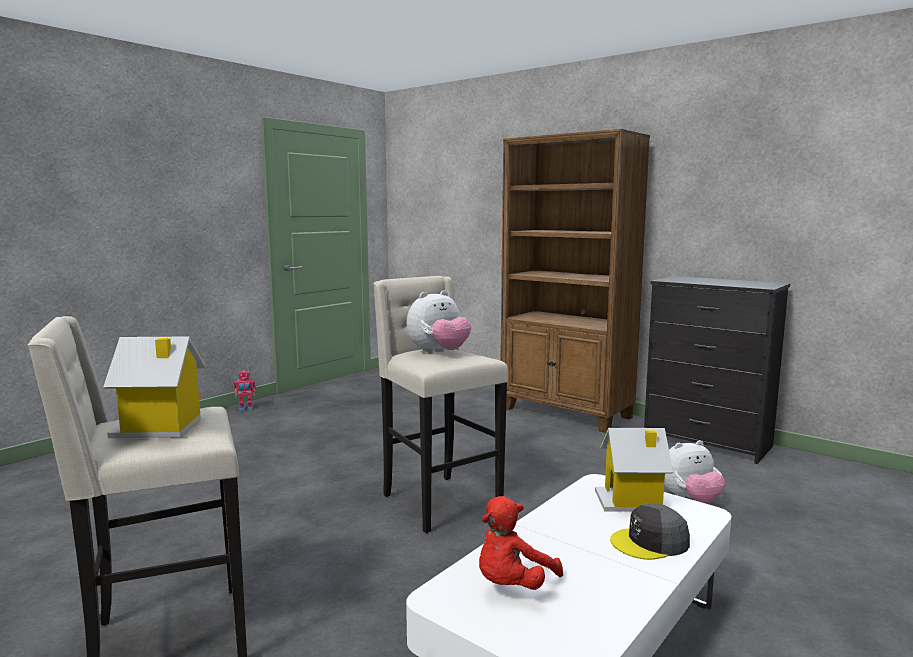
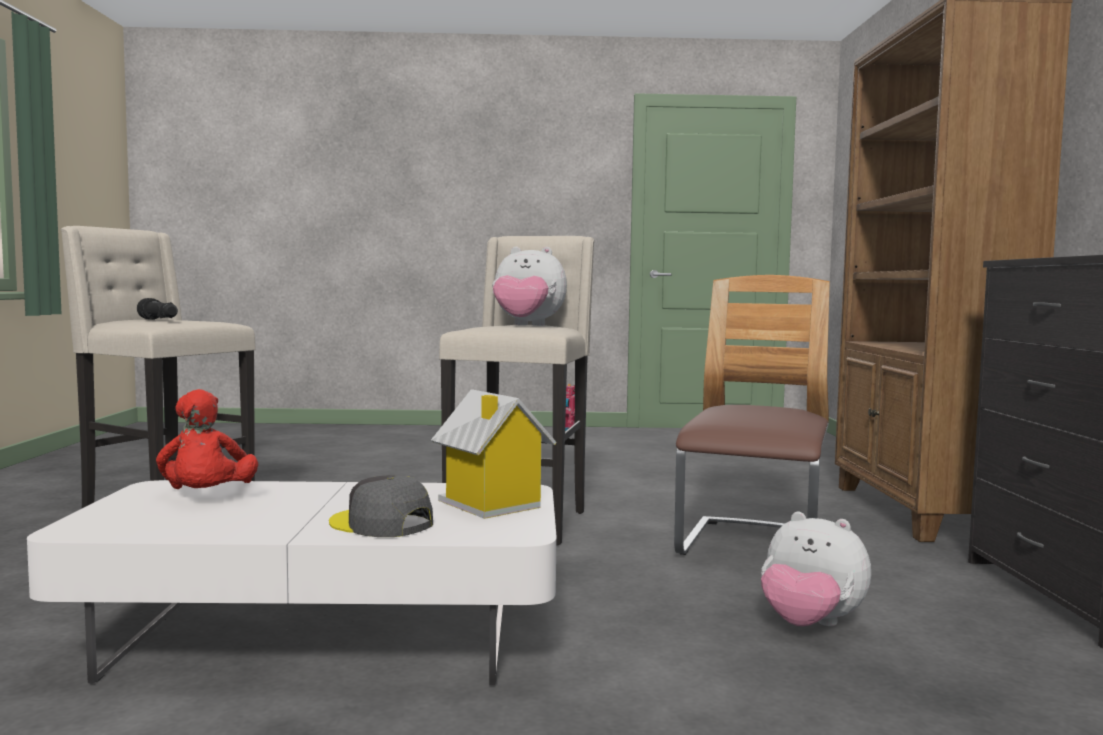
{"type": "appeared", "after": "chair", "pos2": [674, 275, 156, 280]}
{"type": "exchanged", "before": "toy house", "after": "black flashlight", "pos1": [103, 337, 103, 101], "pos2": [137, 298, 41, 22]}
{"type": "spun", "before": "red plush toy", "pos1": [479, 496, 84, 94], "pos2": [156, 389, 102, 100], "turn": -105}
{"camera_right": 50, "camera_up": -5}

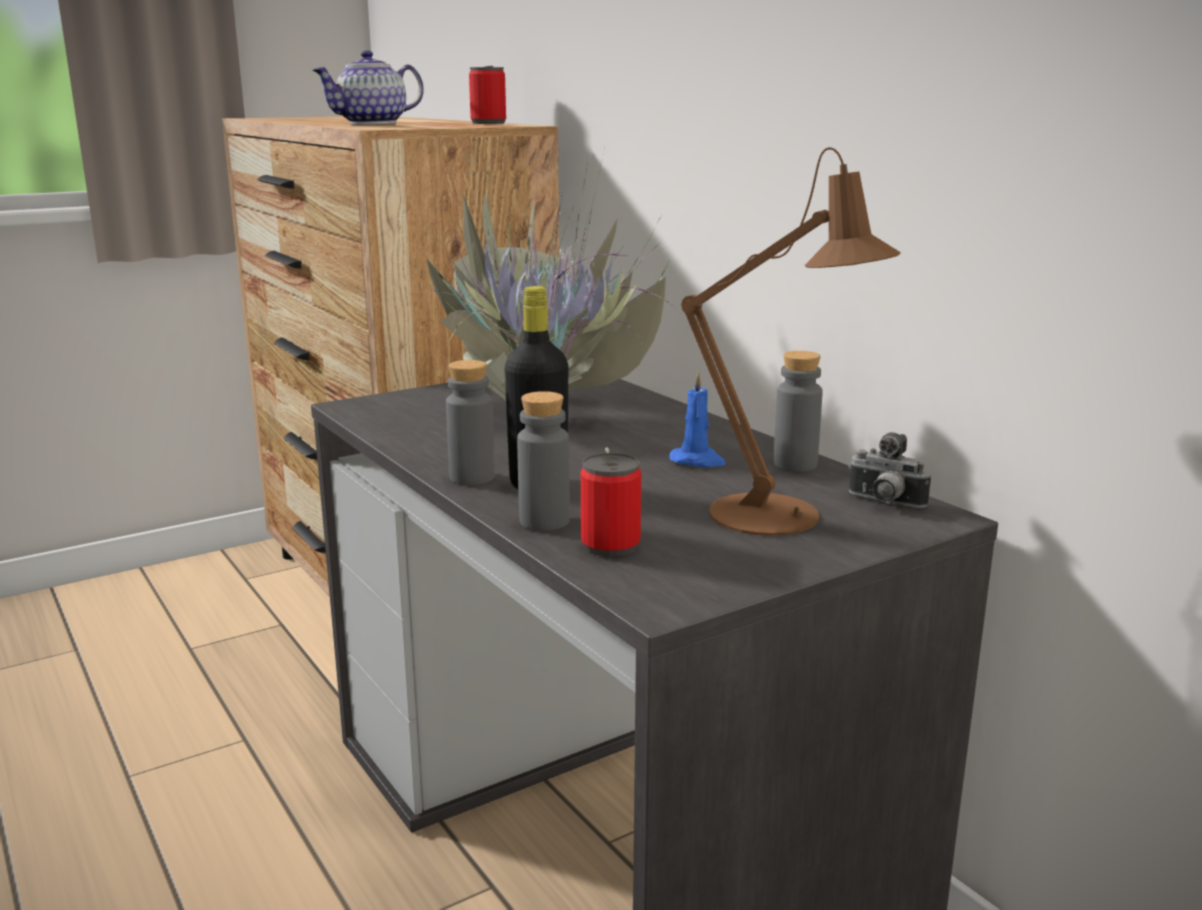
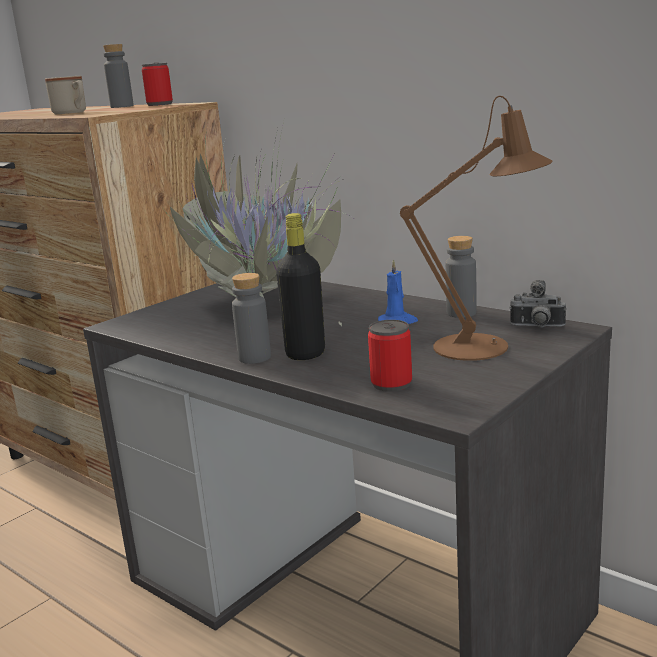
{"type": "relocated", "before": "grey bottle", "pos1": [517, 391, 53, 140], "pos2": [103, 44, 31, 64]}
{"type": "exchanged", "before": "teapot", "after": "beige mug", "pos1": [312, 51, 112, 73], "pos2": [45, 76, 41, 38]}
{"camera_right": -15, "camera_up": 0}

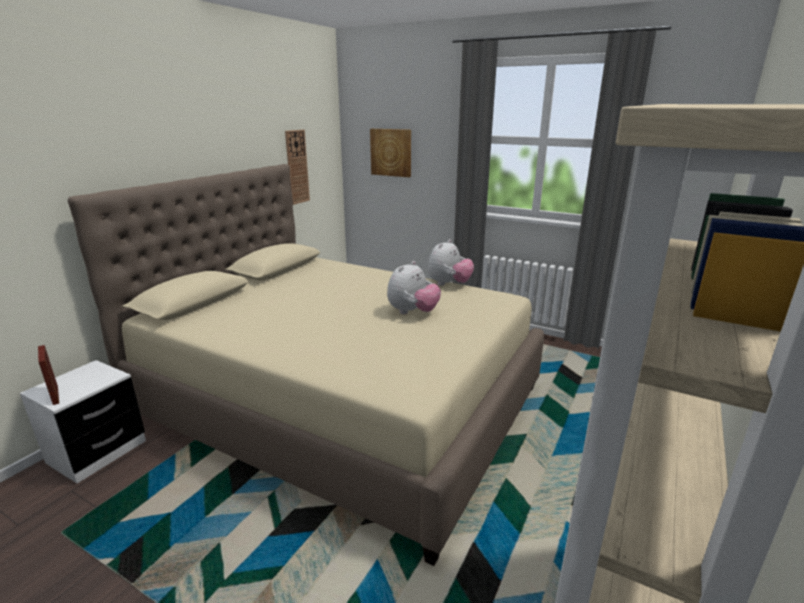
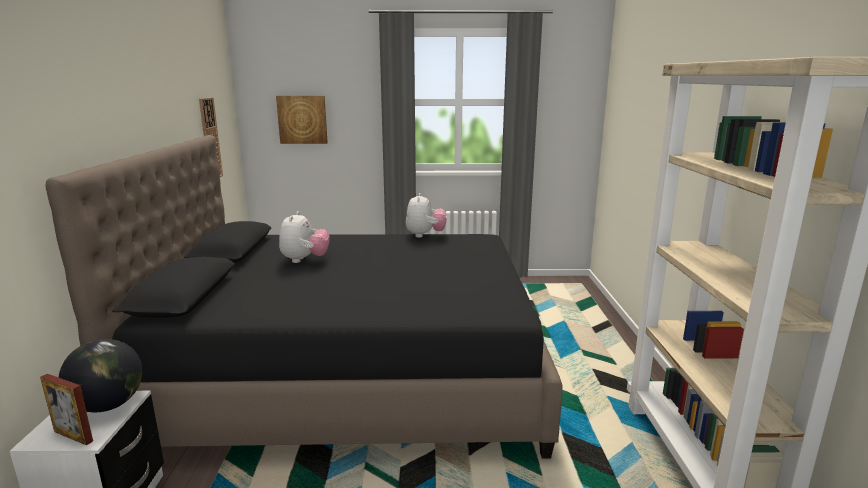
{"type": "appeared", "after": "globe", "pos2": [59, 339, 84, 73]}
{"type": "relocated", "before": "plush toy", "pos1": [387, 261, 54, 53], "pos2": [279, 211, 51, 52]}
{"type": "colour", "before": "beige bed", "after": "black bed", "pos1": [68, 164, 476, 402], "pos2": [46, 135, 517, 324]}
{"camera_right": -30, "camera_up": -5}

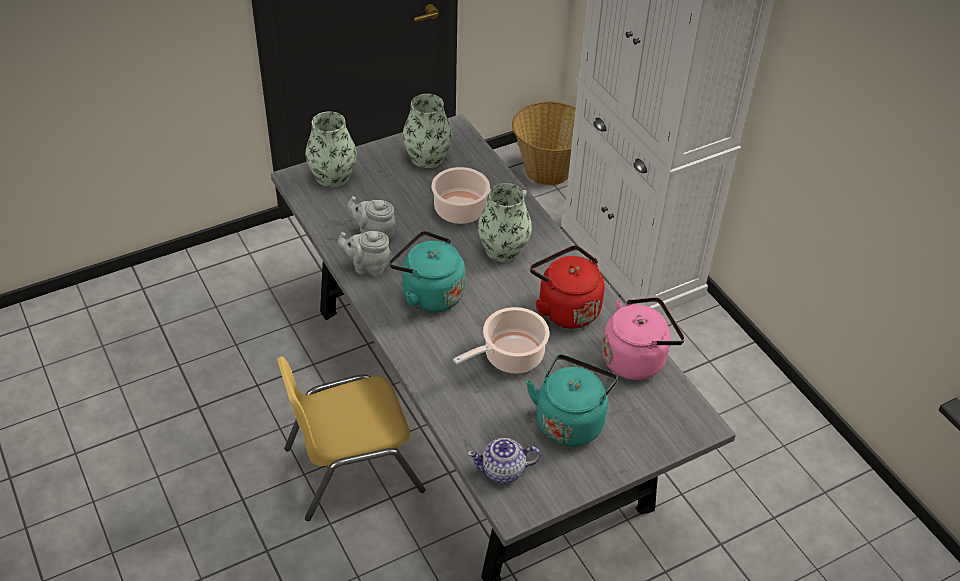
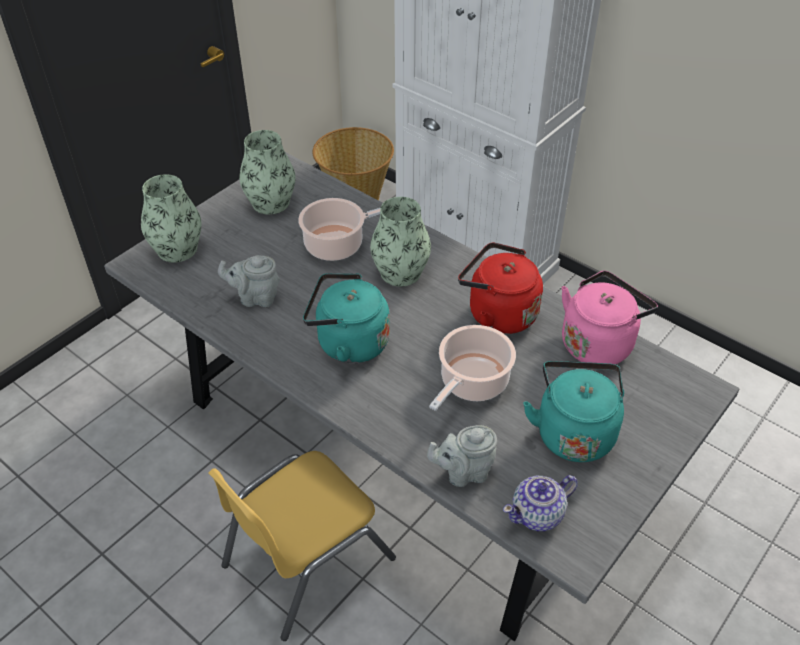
{"type": "relocated", "before": "grey teapot", "pos1": [338, 231, 53, 46], "pos2": [427, 425, 70, 62]}
{"camera_right": -20, "camera_up": 0}

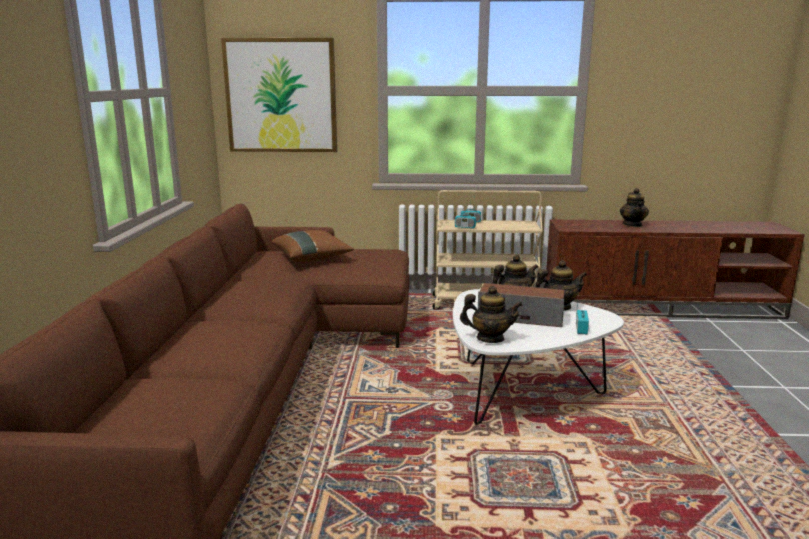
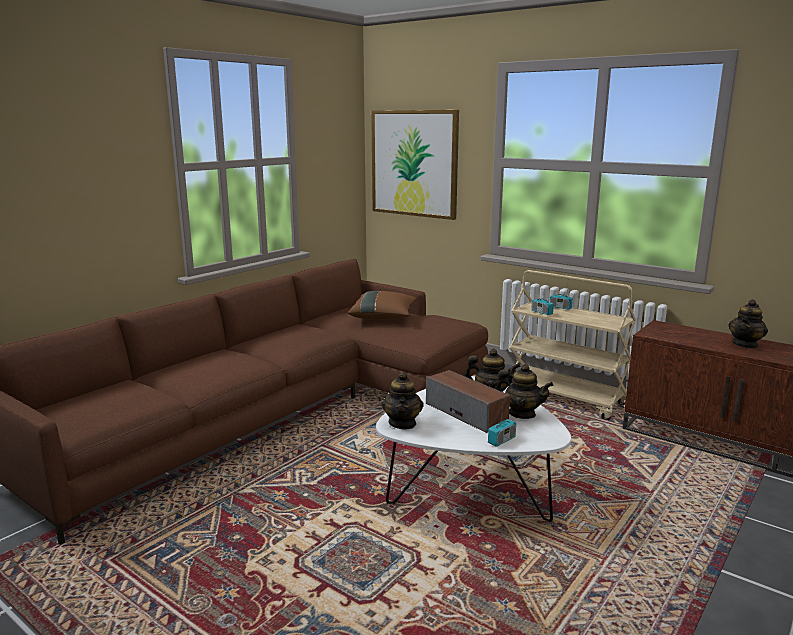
{"type": "spun", "before": "teapot", "pos1": [460, 286, 63, 57], "pos2": [382, 372, 42, 57], "turn": 45}
{"camera_right": 35, "camera_up": 0}

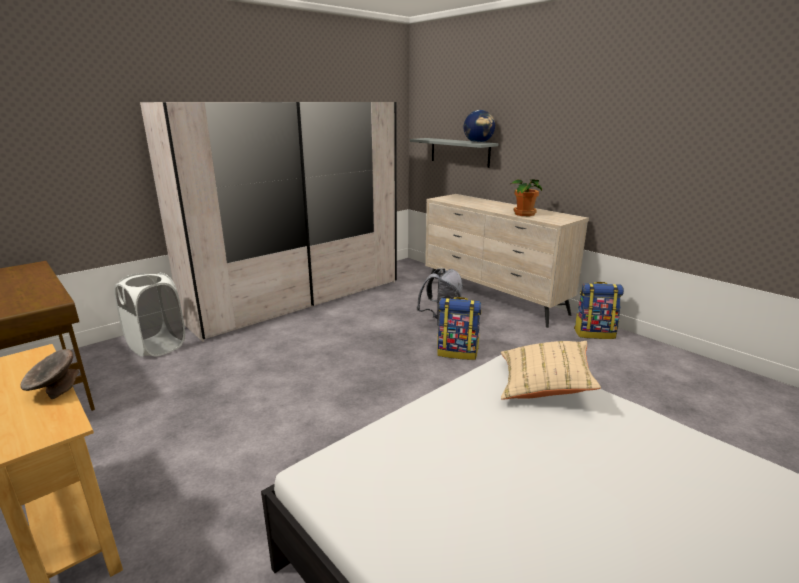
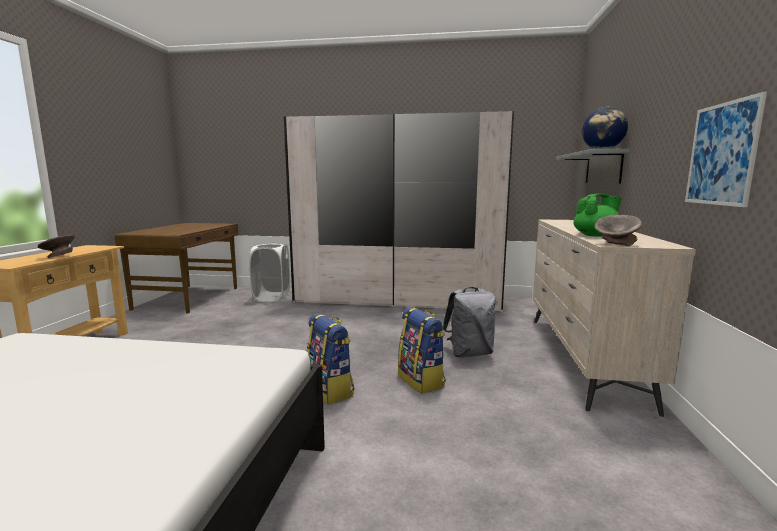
{"type": "missing", "before": "beige pillow", "pos1": [501, 341, 100, 59]}
{"type": "appeared", "after": "grey bowl", "pos2": [594, 214, 48, 32]}
{"type": "appeared", "after": "picture", "pos2": [685, 92, 82, 115]}
{"type": "relocated", "before": "backpack", "pos1": [574, 282, 50, 57], "pos2": [307, 313, 47, 92]}
{"type": "exchanged", "before": "potted plant", "after": "green teapot", "pos1": [512, 179, 30, 37], "pos2": [573, 194, 49, 43]}
{"camera_right": 50, "camera_up": -10}

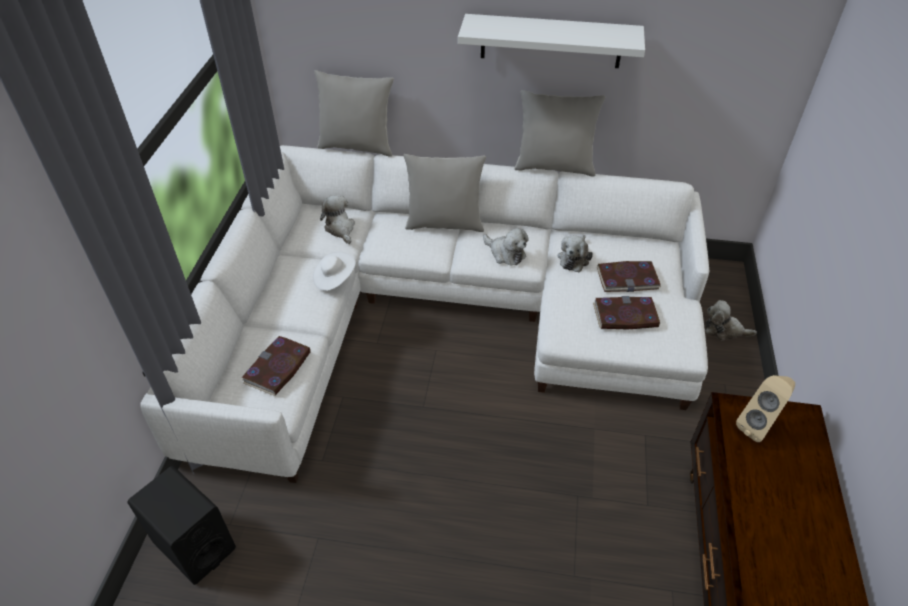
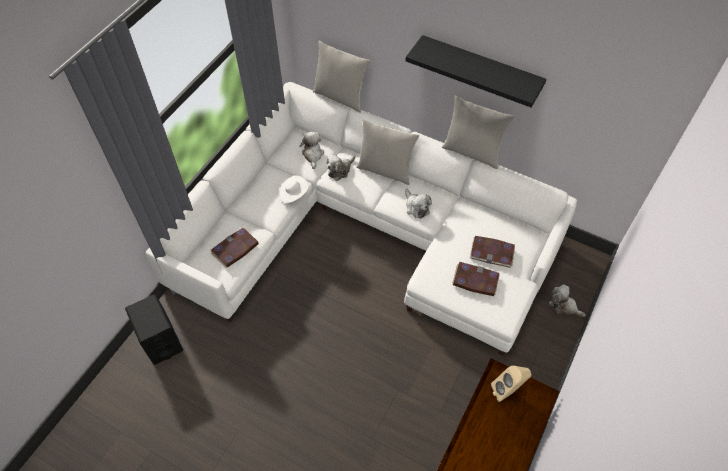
{"type": "relocated", "before": "plush toy", "pos1": [557, 235, 36, 37], "pos2": [326, 155, 30, 26]}
{"type": "colour", "before": "white shelf", "after": "black shelf", "pos1": [458, 14, 187, 54], "pos2": [406, 35, 141, 73]}
{"camera_right": 20, "camera_up": 10}

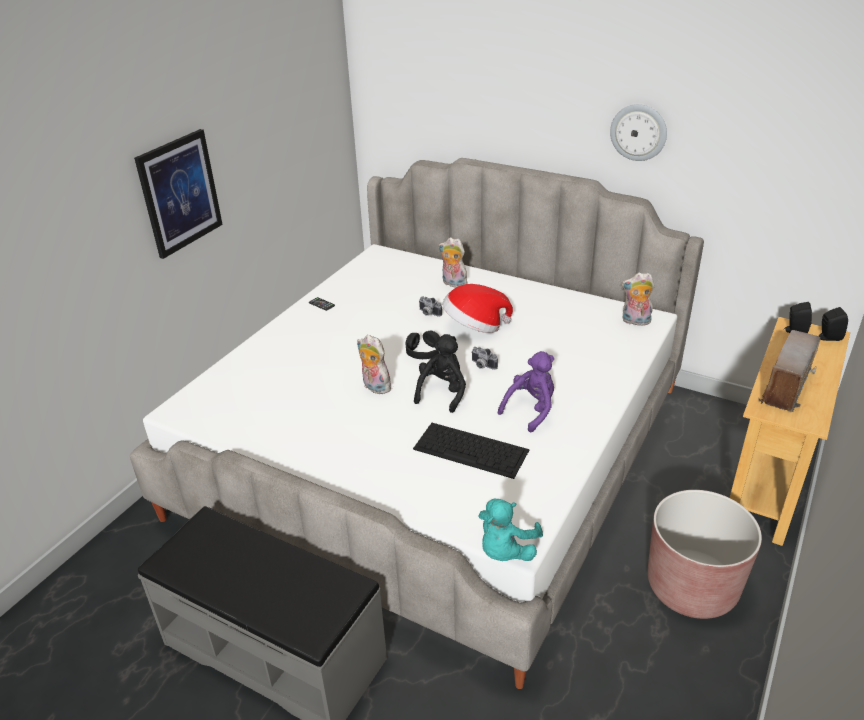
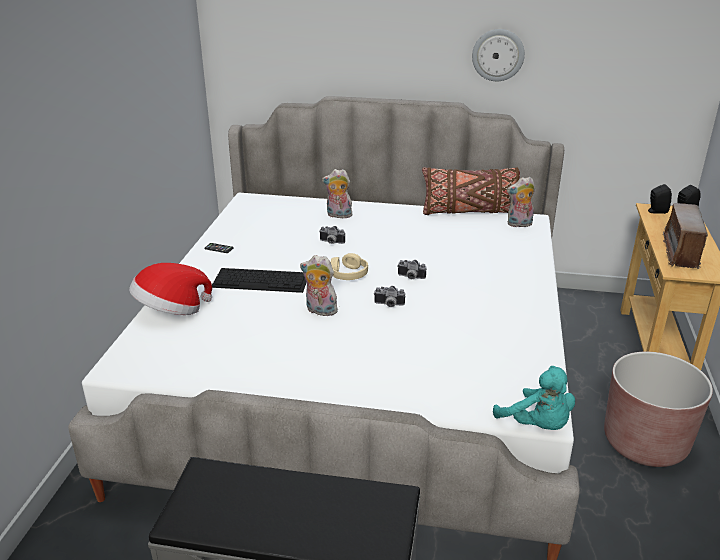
{"type": "missing", "before": "picture", "pos1": [134, 129, 89, 130]}
{"type": "missing", "before": "purple plush toy", "pos1": [498, 351, 56, 81]}
{"type": "appeared", "after": "brown pillow", "pos2": [422, 167, 98, 48]}
{"type": "relocated", "before": "keyboard", "pos1": [413, 423, 117, 56], "pos2": [212, 268, 95, 25]}
{"type": "relocated", "before": "hat", "pos1": [442, 284, 71, 49], "pos2": [129, 263, 83, 52]}
{"type": "exchanged", "before": "black plush toy", "after": "photo camera", "pos1": [414, 334, 52, 79], "pos2": [374, 286, 32, 21]}
{"type": "colour", "before": "black headphones", "after": "beige headphones", "pos1": [406, 330, 34, 29], "pos2": [331, 253, 37, 27]}
{"type": "spun", "before": "turquoise plush toy", "pos1": [478, 499, 65, 62], "pos2": [493, 366, 82, 64], "turn": -45}
{"camera_right": -20, "camera_up": -5}

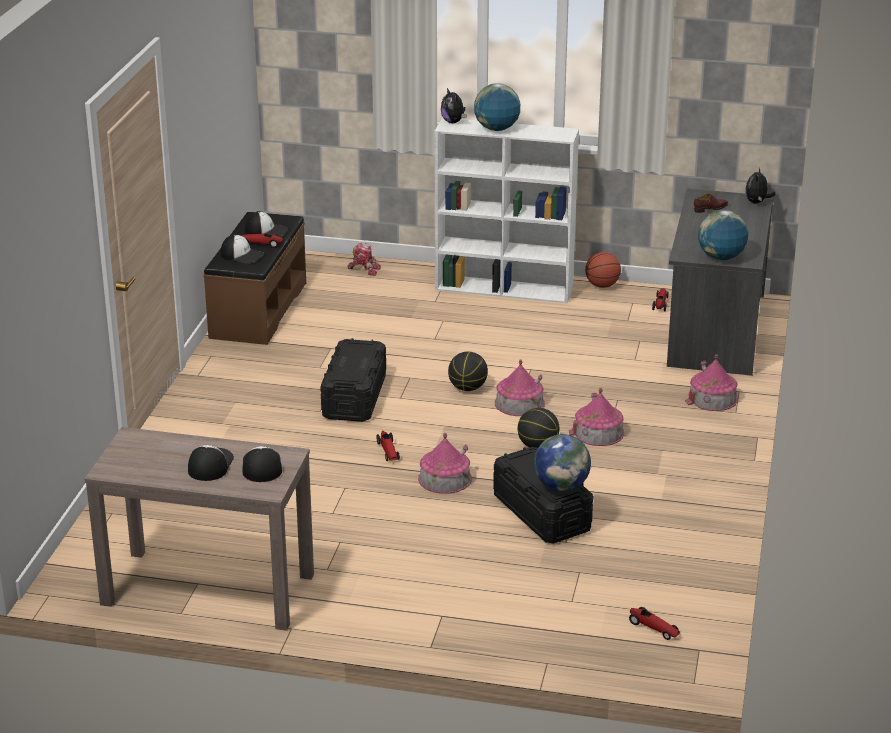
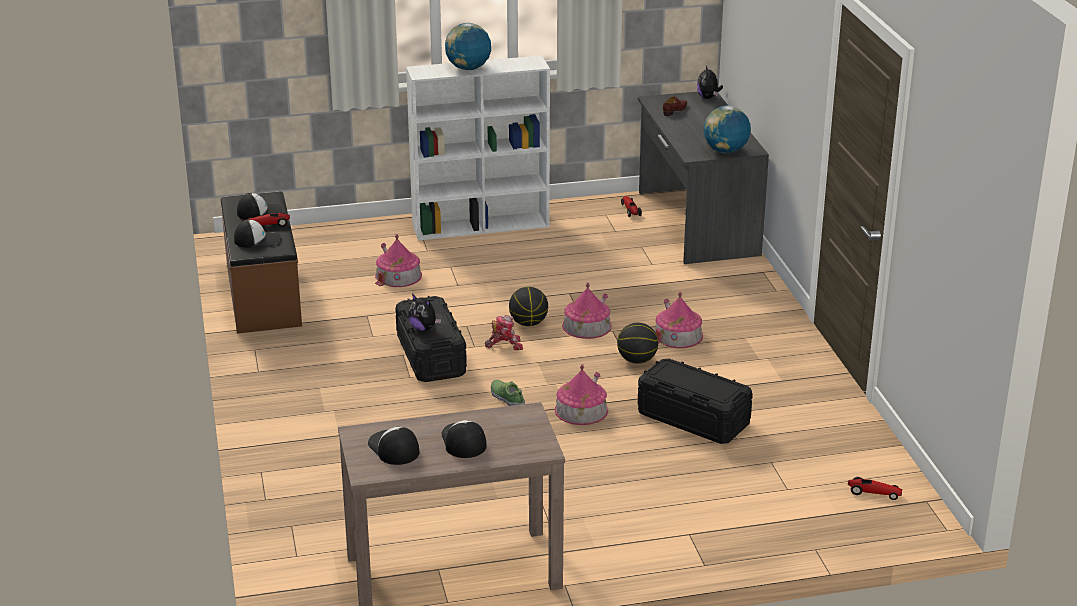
{"type": "missing", "before": "globe", "pos1": [534, 434, 57, 57]}
{"type": "missing", "before": "basketball", "pos1": [585, 252, 36, 36]}
{"type": "relocated", "before": "cap", "pos1": [243, 446, 39, 36], "pos2": [368, 427, 51, 38]}
{"type": "relocated", "before": "toy robot", "pos1": [347, 243, 34, 33], "pos2": [485, 315, 38, 35]}
{"type": "relocated", "before": "plush toy", "pos1": [441, 88, 26, 35], "pos2": [408, 294, 33, 37]}
{"type": "relocated", "before": "toy house", "pos1": [685, 354, 53, 57], "pos2": [375, 234, 47, 53]}
{"type": "exchanged", "before": "toy car", "after": "shoe", "pos1": [376, 431, 24, 30], "pos2": [491, 380, 34, 26]}
{"camera_right": -25, "camera_up": 0}

